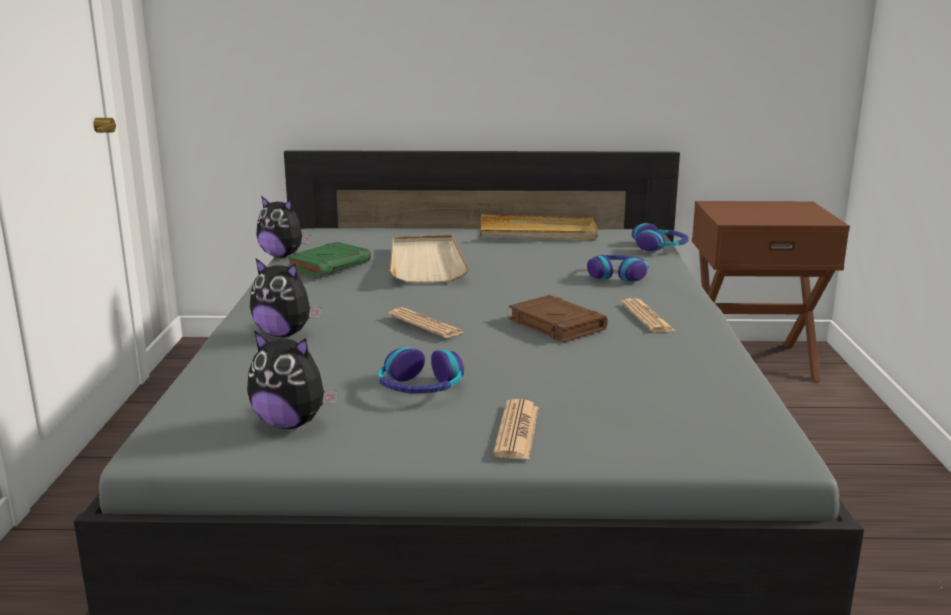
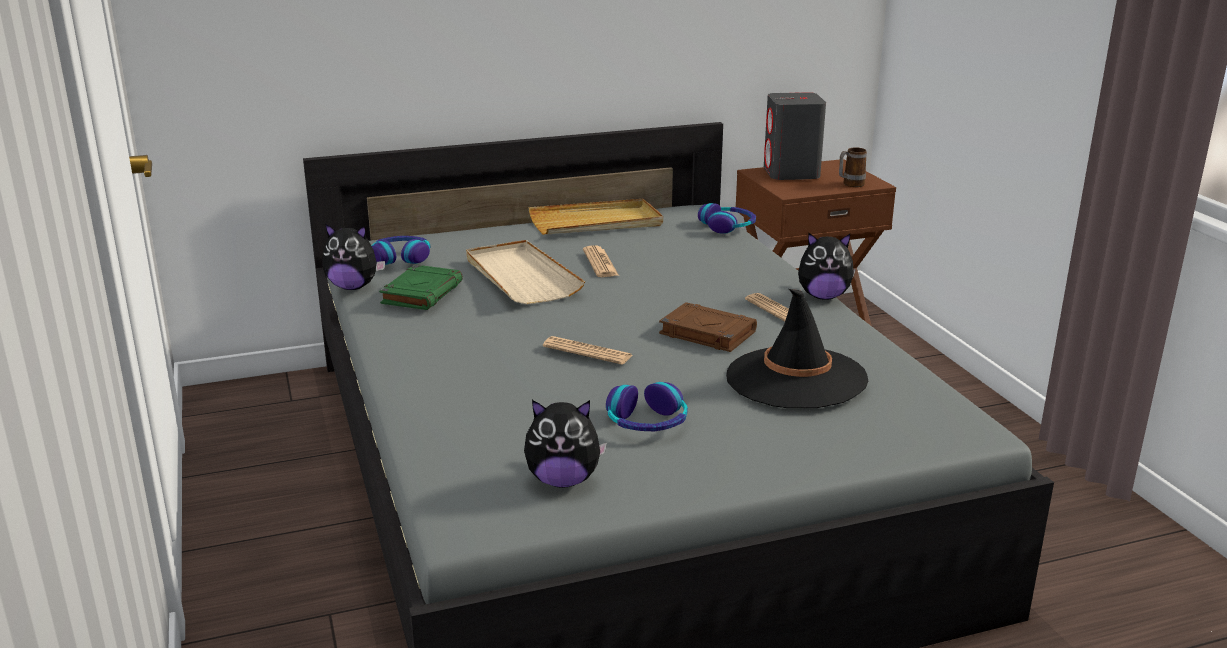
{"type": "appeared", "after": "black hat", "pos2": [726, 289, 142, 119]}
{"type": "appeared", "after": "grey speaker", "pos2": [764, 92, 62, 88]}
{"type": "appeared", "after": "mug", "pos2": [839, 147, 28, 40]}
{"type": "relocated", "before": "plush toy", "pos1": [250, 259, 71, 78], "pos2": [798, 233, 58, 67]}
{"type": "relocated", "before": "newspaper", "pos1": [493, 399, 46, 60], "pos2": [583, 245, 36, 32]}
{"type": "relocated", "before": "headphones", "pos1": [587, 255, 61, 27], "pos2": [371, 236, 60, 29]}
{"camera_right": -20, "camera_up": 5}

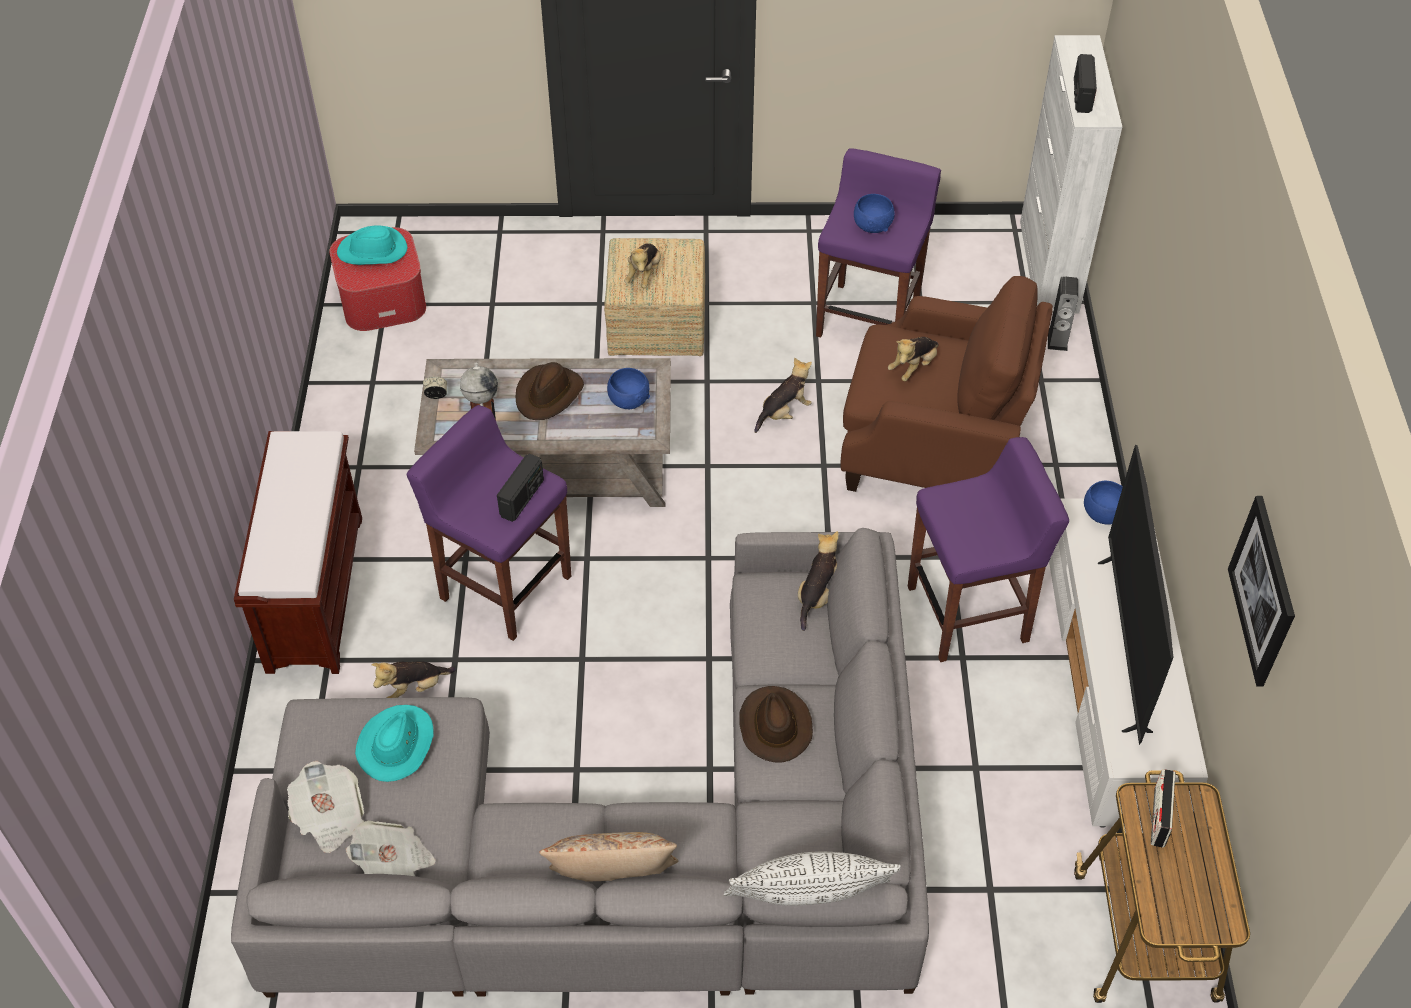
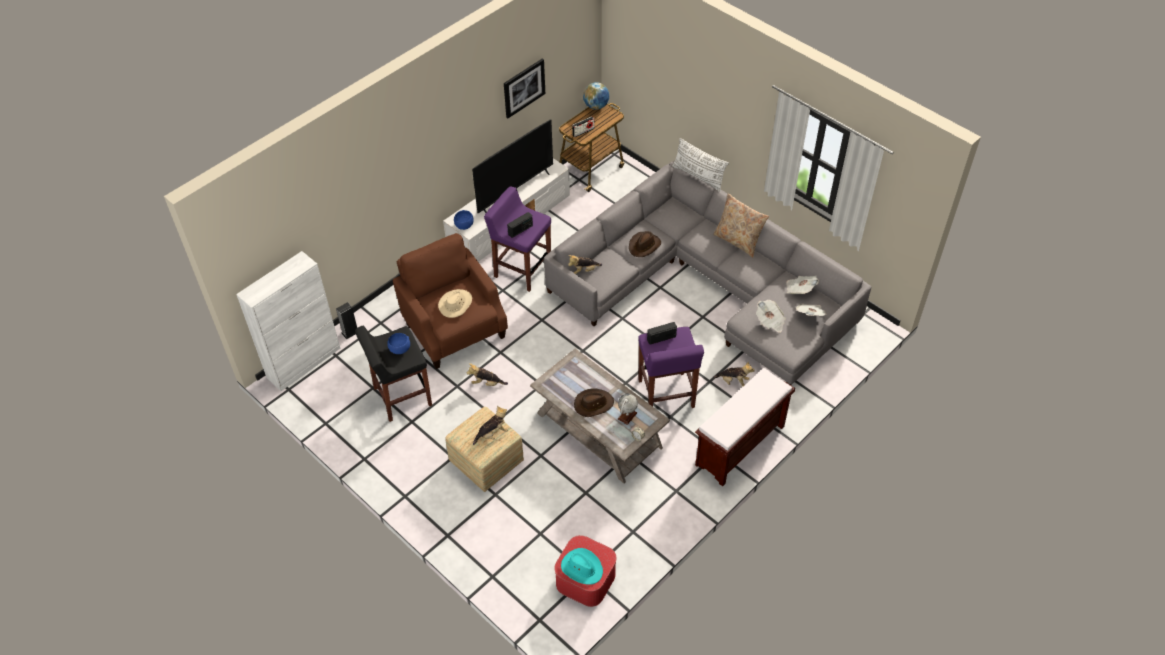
{"type": "missing", "before": "blue bowl", "pos1": [607, 368, 43, 41]}
{"type": "appeared", "after": "globe", "pos2": [583, 82, 26, 28]}
{"type": "relocated", "before": "radio", "pos1": [1074, 54, 23, 59], "pos2": [507, 212, 26, 26]}
{"type": "exchanged", "before": "turquoise hat", "after": "newspaper", "pos1": [355, 705, 79, 77], "pos2": [756, 300, 30, 33]}
{"type": "exchanged", "before": "plush toy", "after": "beige hat", "pos1": [888, 337, 50, 45], "pos2": [438, 289, 34, 29]}
{"type": "colour", "before": "purple stool", "after": "black stool", "pos1": [816, 148, 125, 189], "pos2": [355, 326, 77, 96]}
{"camera_right": -135, "camera_up": 0}

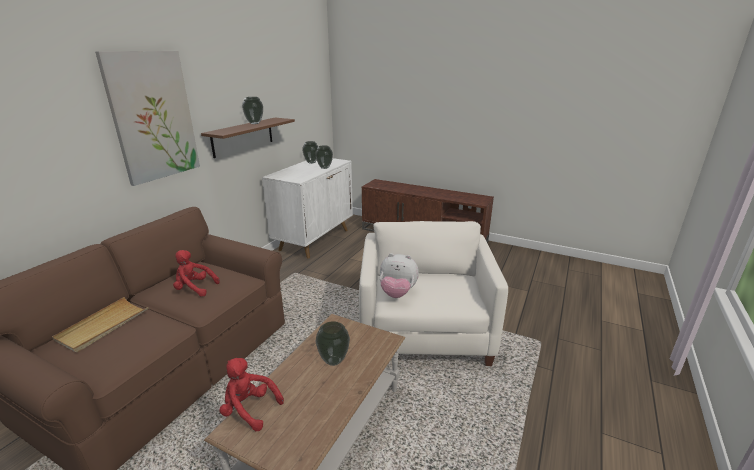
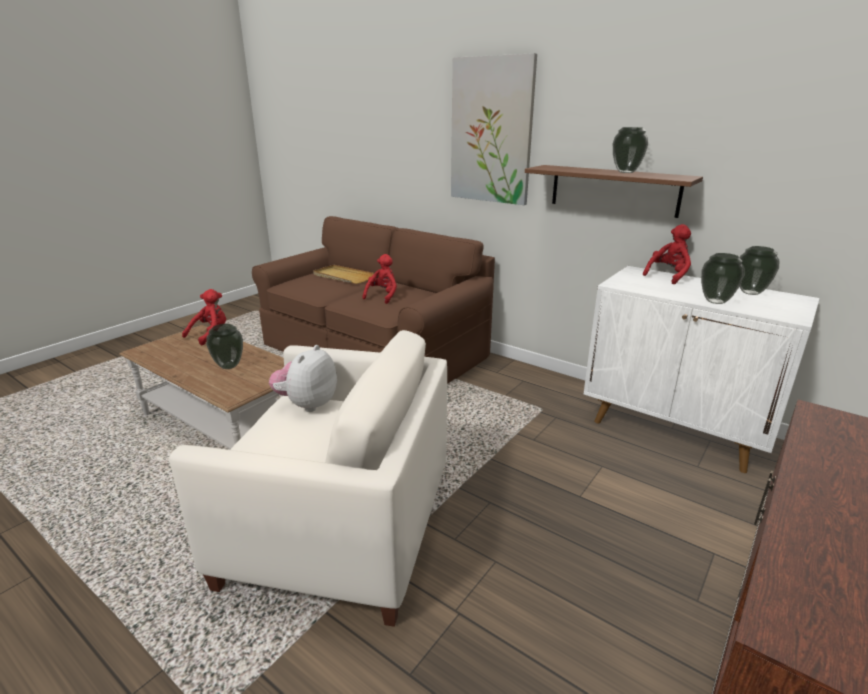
{"type": "appeared", "after": "red plush toy", "pos2": [643, 224, 48, 60]}
{"camera_right": 100, "camera_up": 0}

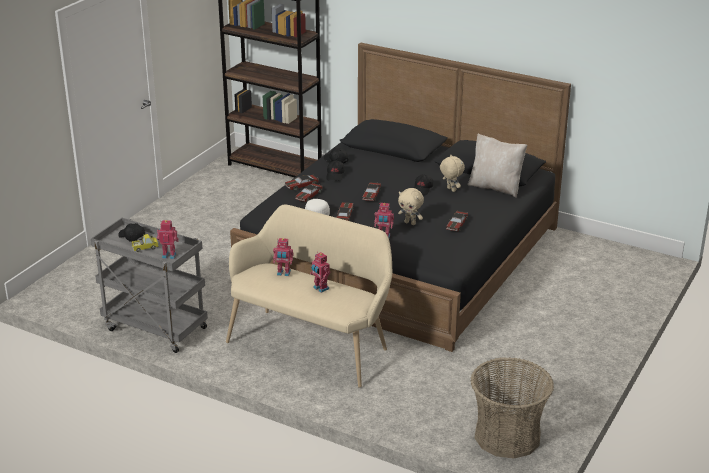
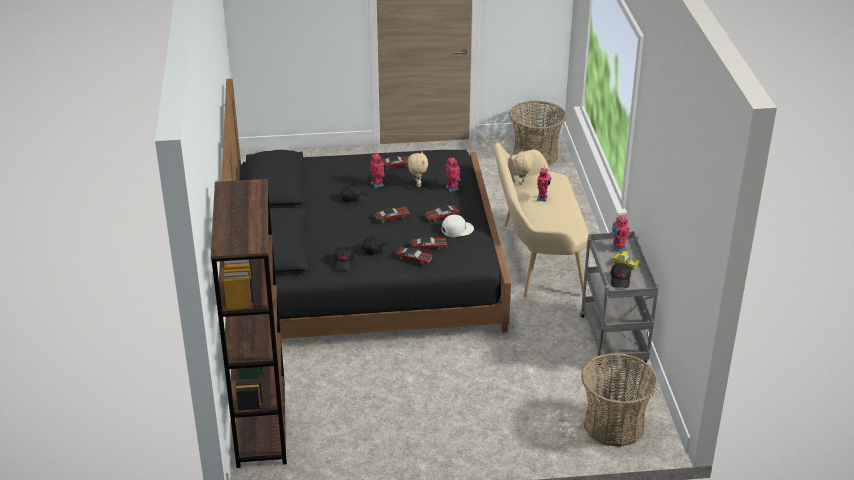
{"type": "missing", "before": "beige pillow", "pos1": [467, 134, 60, 64]}
{"type": "appeared", "after": "basket", "pos2": [581, 353, 77, 94]}
{"type": "relocated", "before": "toy robot", "pos1": [273, 238, 21, 38], "pos2": [370, 153, 15, 35]}
{"type": "relocated", "before": "beige plush toy", "pos1": [440, 154, 25, 38], "pos2": [513, 150, 21, 35]}
{"camera_right": -125, "camera_up": 5}

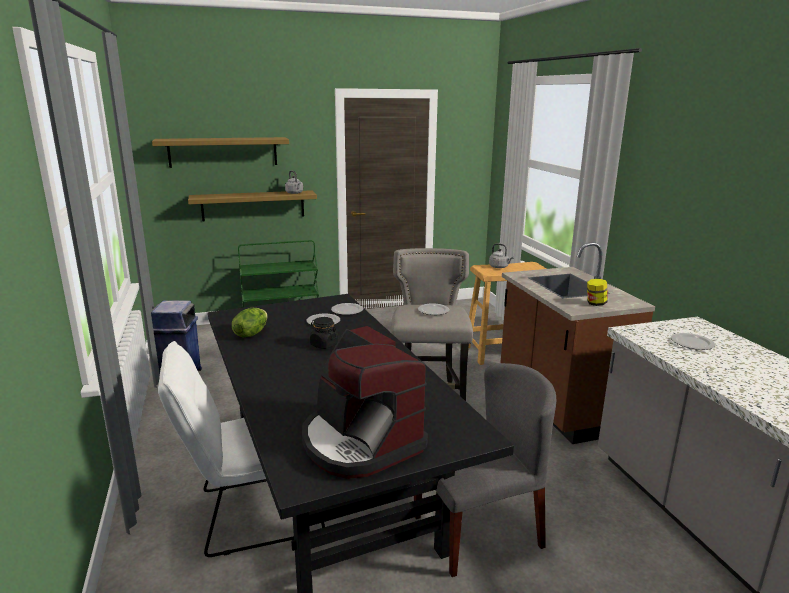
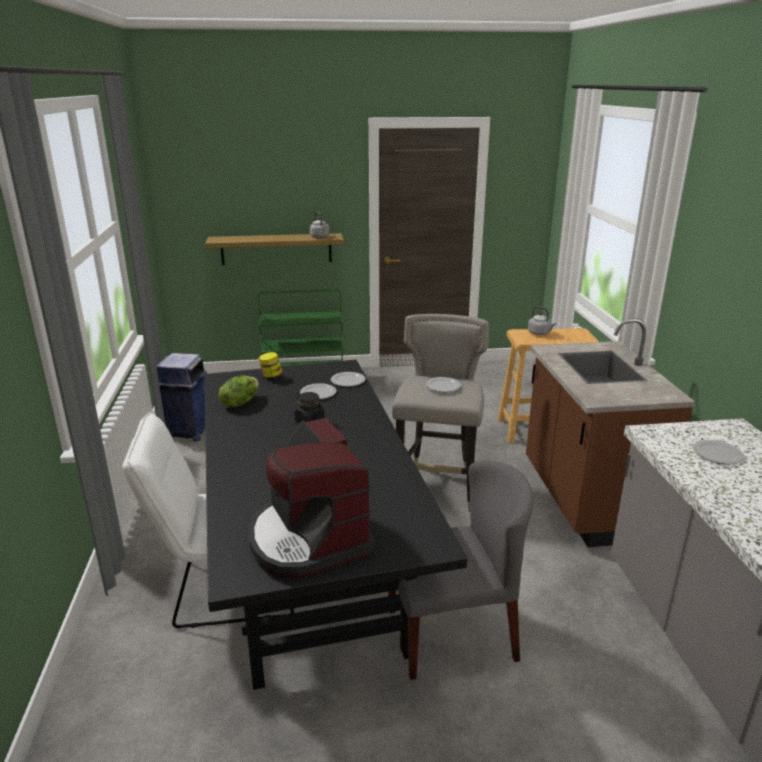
{"type": "missing", "before": "shelf", "pos1": [152, 137, 137, 31]}
{"type": "relocated", "before": "jar", "pos1": [587, 279, 21, 27], "pos2": [258, 352, 24, 28]}
{"camera_right": 10, "camera_up": 5}

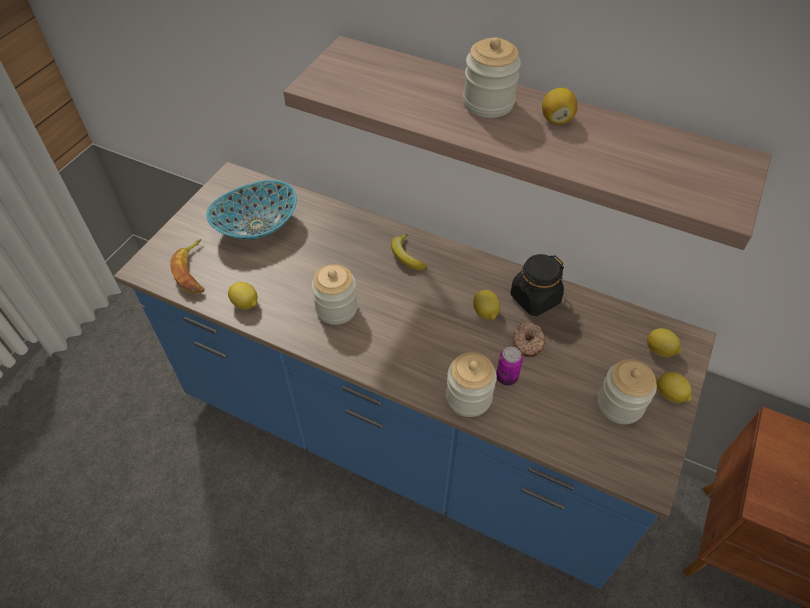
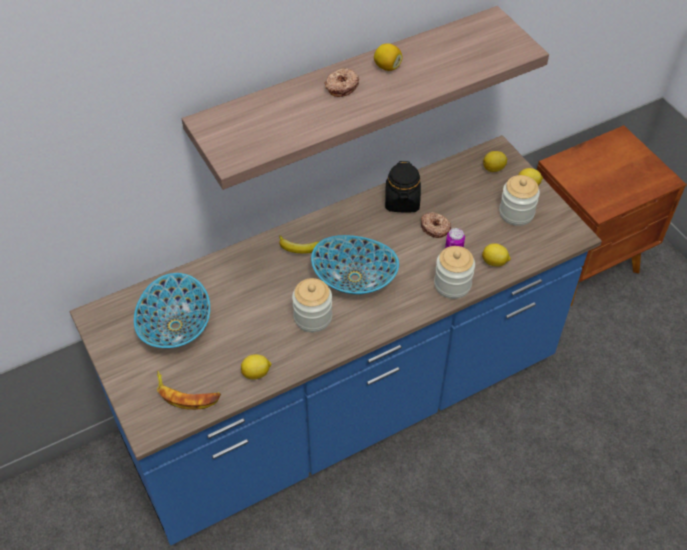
{"type": "appeared", "after": "bowl", "pos2": [311, 235, 88, 60]}
{"type": "relocated", "before": "lemon", "pos1": [473, 290, 28, 30], "pos2": [482, 243, 29, 24]}
{"type": "exchanged", "before": "jar", "after": "donut", "pos1": [463, 37, 58, 81], "pos2": [325, 68, 34, 29]}
{"camera_right": -55, "camera_up": 0}

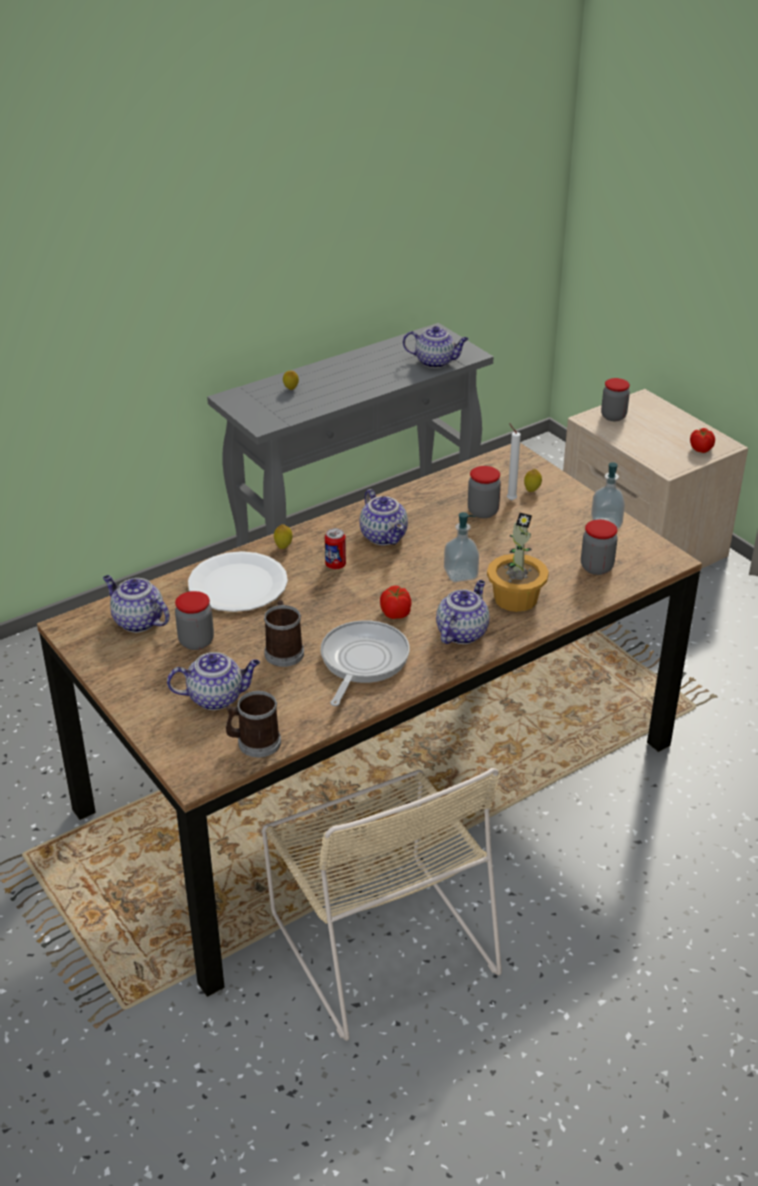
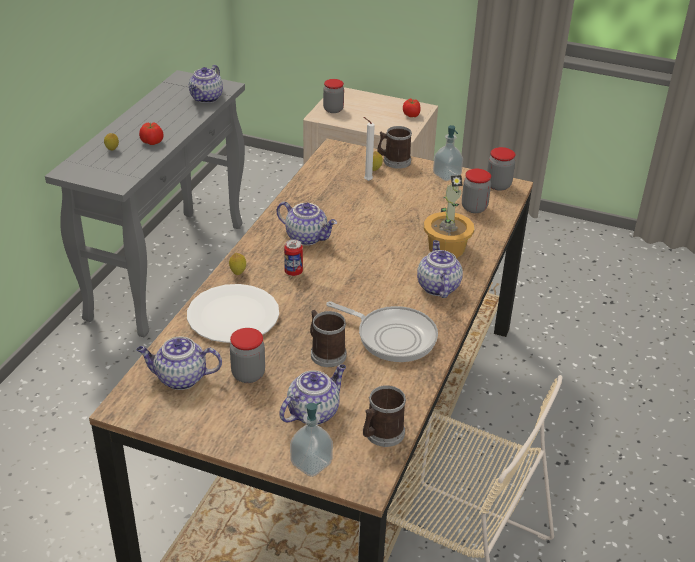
{"type": "appeared", "after": "mug", "pos2": [377, 126, 35, 43]}
{"type": "relocated", "before": "tomato", "pos1": [380, 586, 32, 33], "pos2": [139, 123, 24, 22]}
{"type": "relocated", "before": "soap dispenser", "pos1": [444, 512, 35, 70], "pos2": [290, 402, 43, 75]}
{"type": "relocated", "before": "jar", "pos1": [468, 466, 33, 52], "pos2": [487, 147, 28, 44]}
{"type": "spun", "before": "frying pan", "pos1": [321, 620, 89, 86], "pos2": [326, 301, 112, 61], "turn": 135}
{"type": "spun", "before": "teapot", "pos1": [403, 326, 66, 42], "pos2": [189, 65, 34, 38], "turn": 135}
{"camera_right": -35, "camera_up": 0}

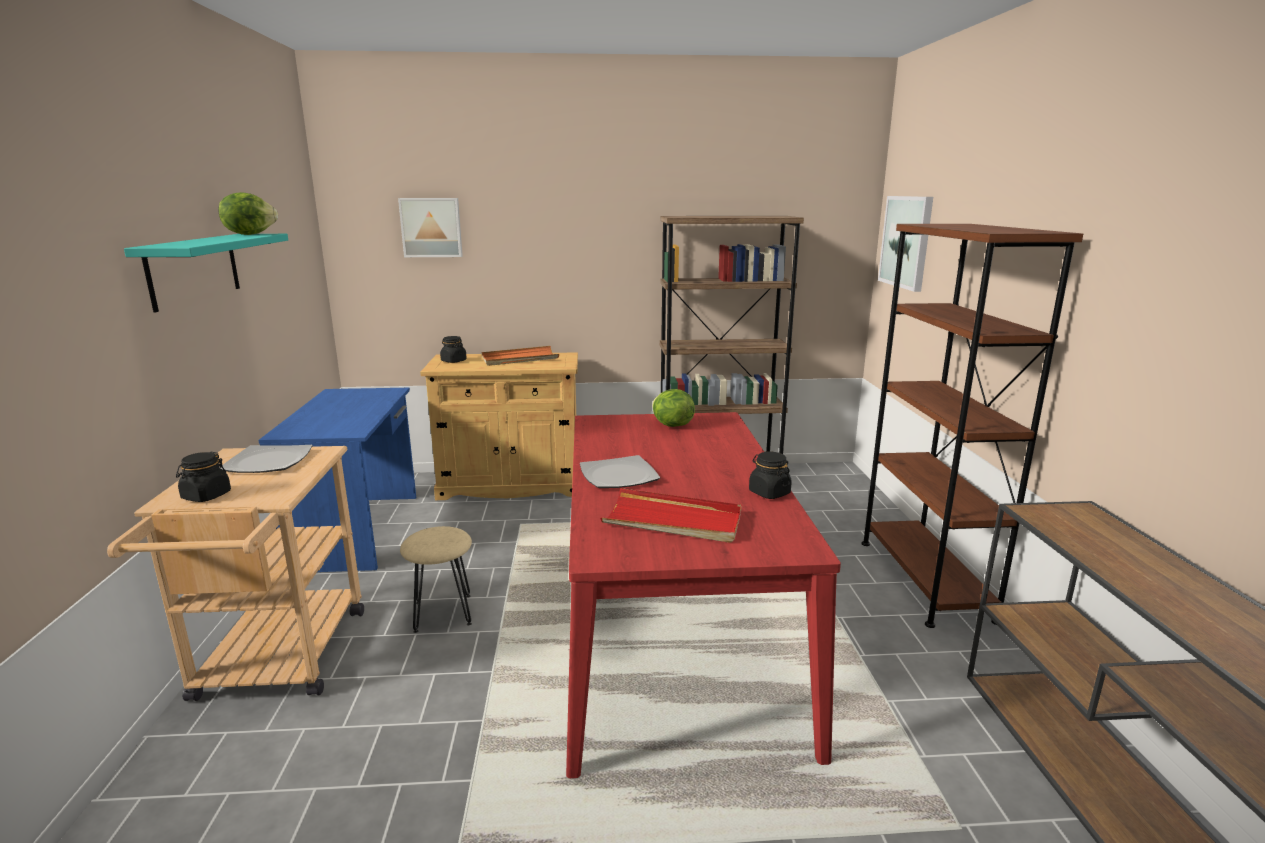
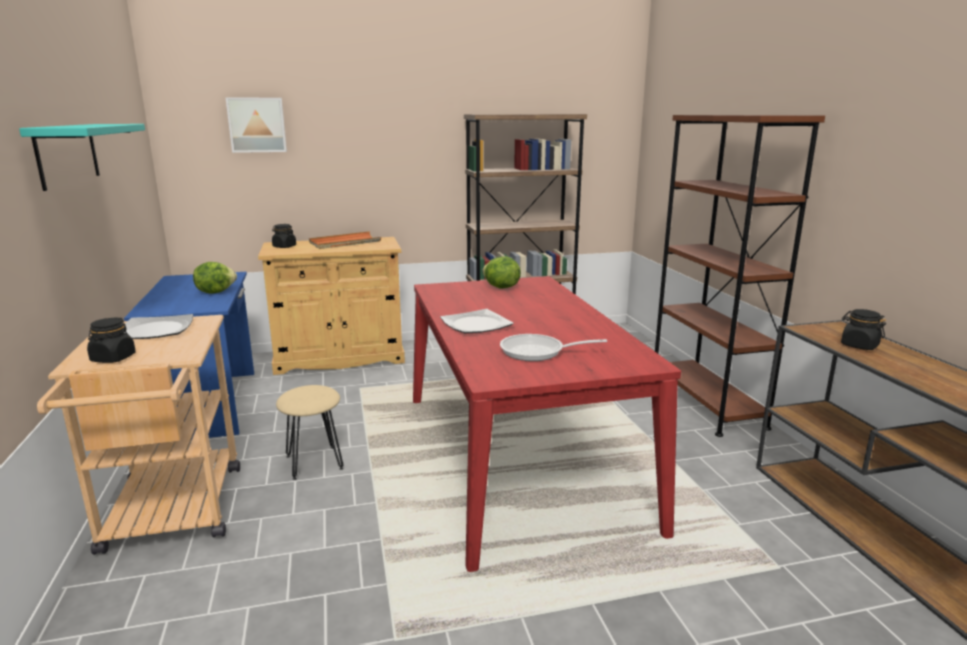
{"type": "missing", "before": "picture", "pos1": [878, 196, 55, 96]}
{"type": "relocated", "before": "lettuce", "pos1": [218, 192, 60, 43], "pos2": [193, 262, 44, 32]}
{"type": "relocated", "before": "black jar", "pos1": [749, 452, 43, 47], "pos2": [841, 309, 45, 41]}
{"type": "exchanged", "before": "red tray", "after": "frying pan", "pos1": [601, 488, 140, 55], "pos2": [500, 334, 107, 27]}
{"camera_right": -10, "camera_up": 0}

